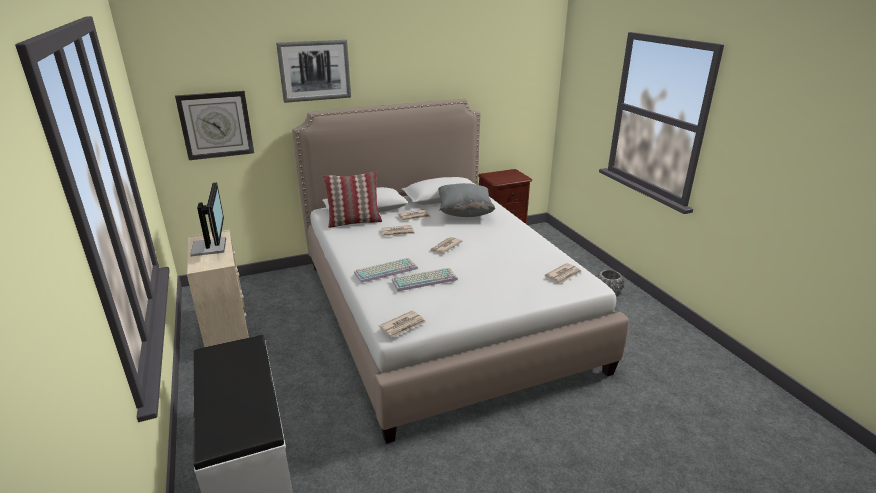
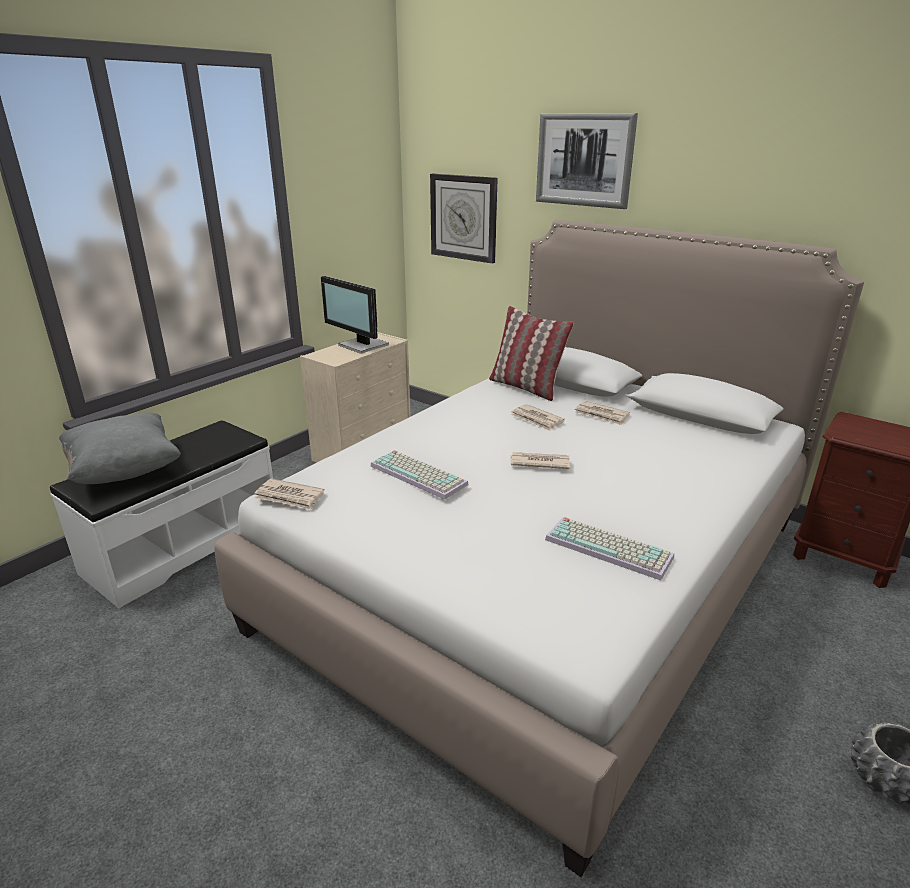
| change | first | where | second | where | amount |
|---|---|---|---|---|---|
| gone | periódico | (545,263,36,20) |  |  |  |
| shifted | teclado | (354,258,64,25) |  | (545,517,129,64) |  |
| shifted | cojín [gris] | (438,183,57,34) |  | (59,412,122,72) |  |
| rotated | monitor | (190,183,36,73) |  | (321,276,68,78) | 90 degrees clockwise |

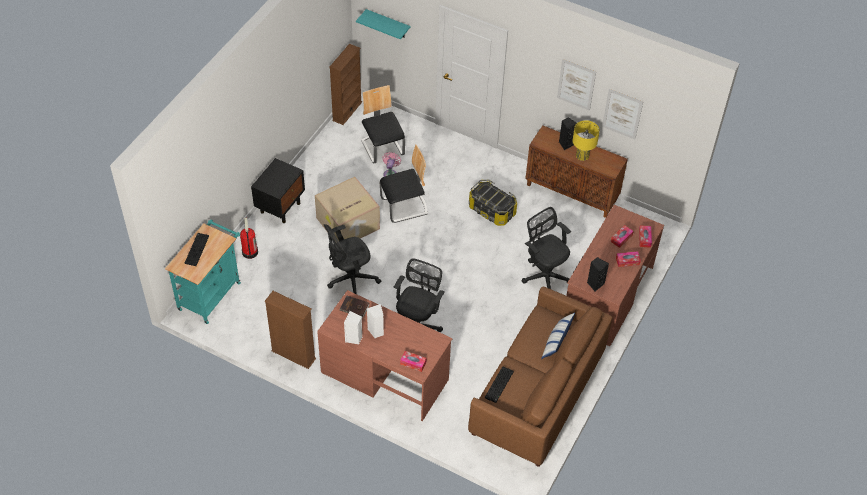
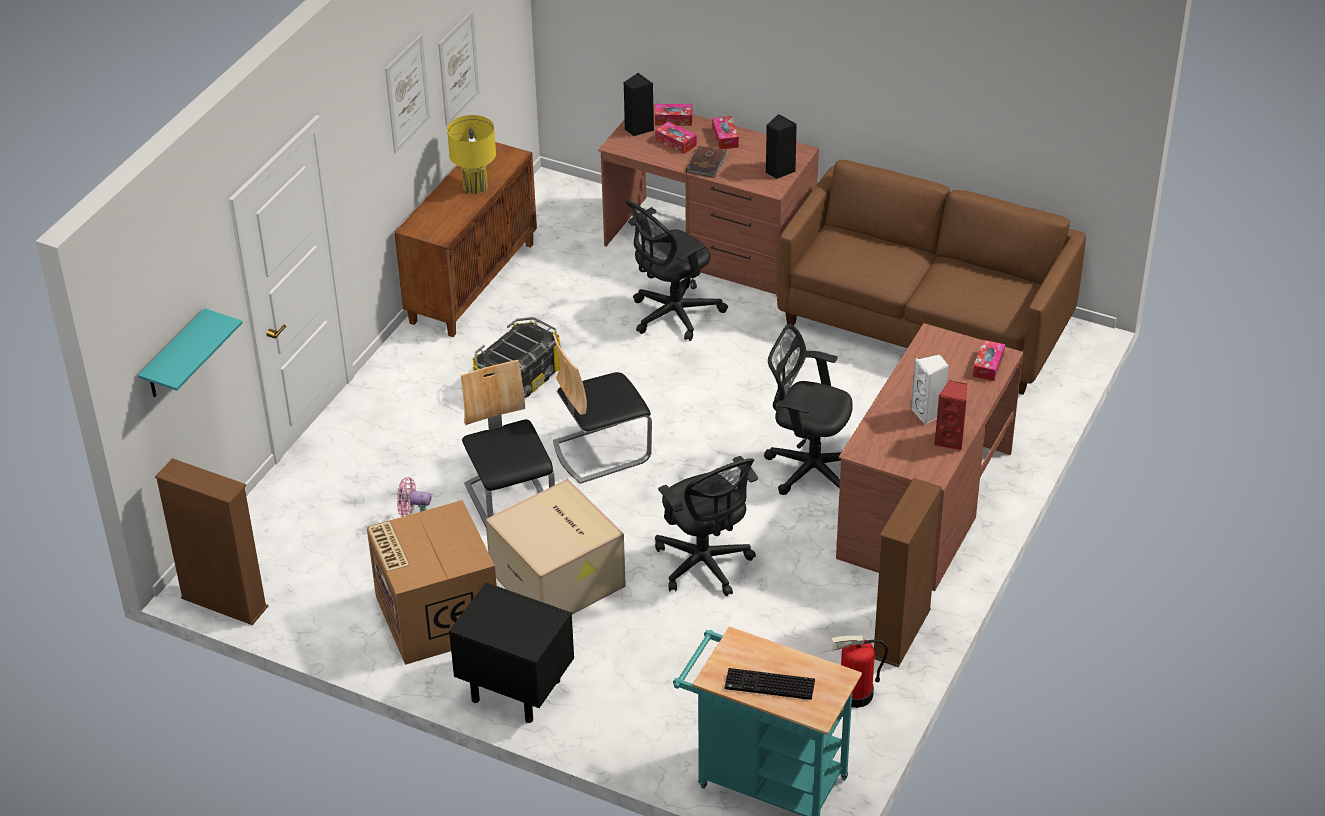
| change | first | where | second | where | amount |
|---|---|---|---|---|---|
| gone | teclado | (485,366,29,37) |  |  |  |
| gone | cojín | (541,313,34,46) |  |  |  |
| new |  |  | caja de cartón | (367,500,130,165) |  |
| shifted | extintor | (240,218,18,41) |  | (827,636,61,72) |  |
| shifted | libro [marrón] | (340,296,29,22) |  | (686,146,43,32) |  |
| shifted | silla | (361,85,44,79) |  | (553,334,99,150) |  |
| shifted | altavoz [negro] | (559,117,18,33) |  | (623,73,31,63) |  |
| repainted | altavoz [blanco] | (344,311,18,33) | altavoz [rojo] | (934,380,33,71) |  |

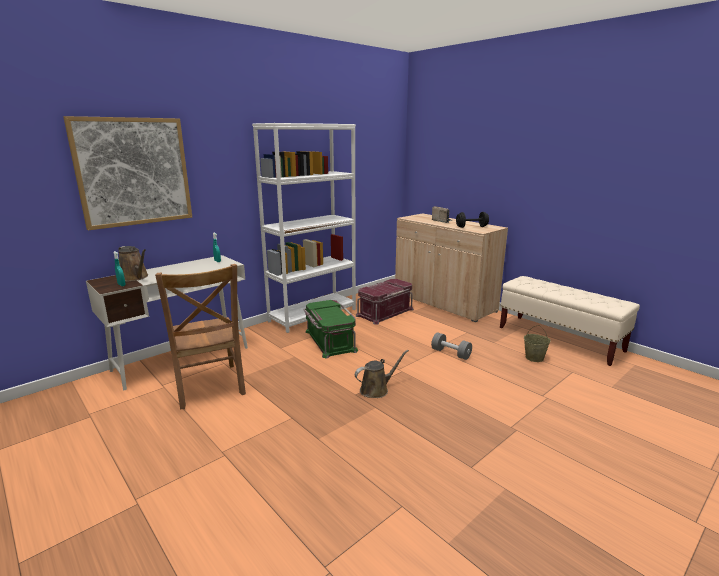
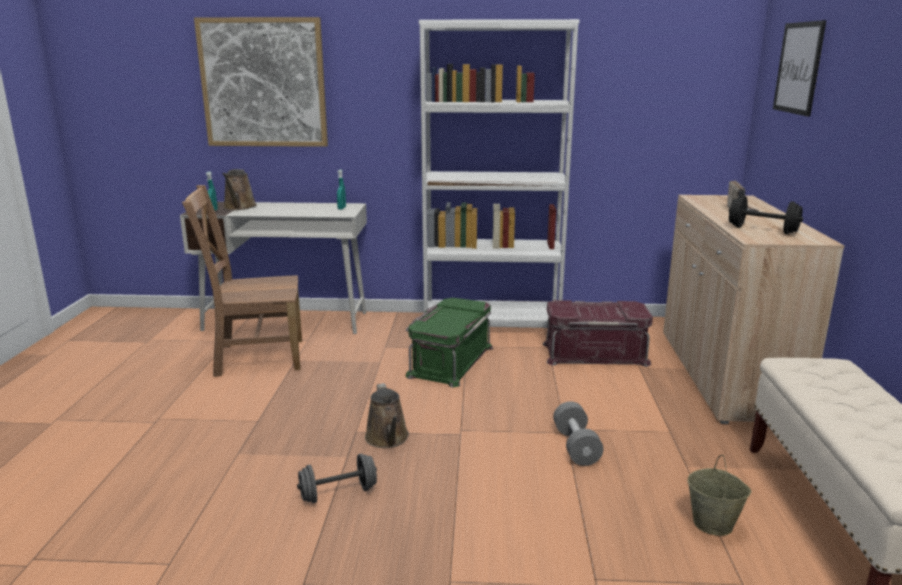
| change | first | where | second | where | amount |
|---|---|---|---|---|---|
| new |  |  | mancuerna [gris] | (297,453,80,50) |  |
| new |  |  | cuadro | (773,20,53,97) |  |
| rotated | silla [marrón] | (155,264,91,145) |  | (182,185,120,192) | 60 degrees clockwise |
| rotated | regadera [marrón] | (355,350,54,48) |  | (365,383,44,65) | 60 degrees clockwise |

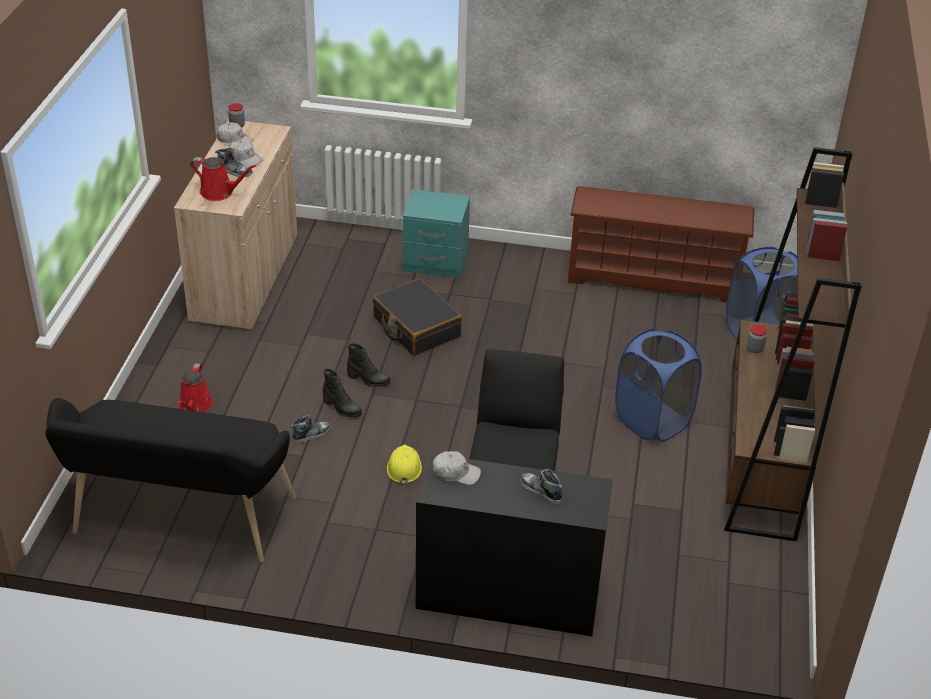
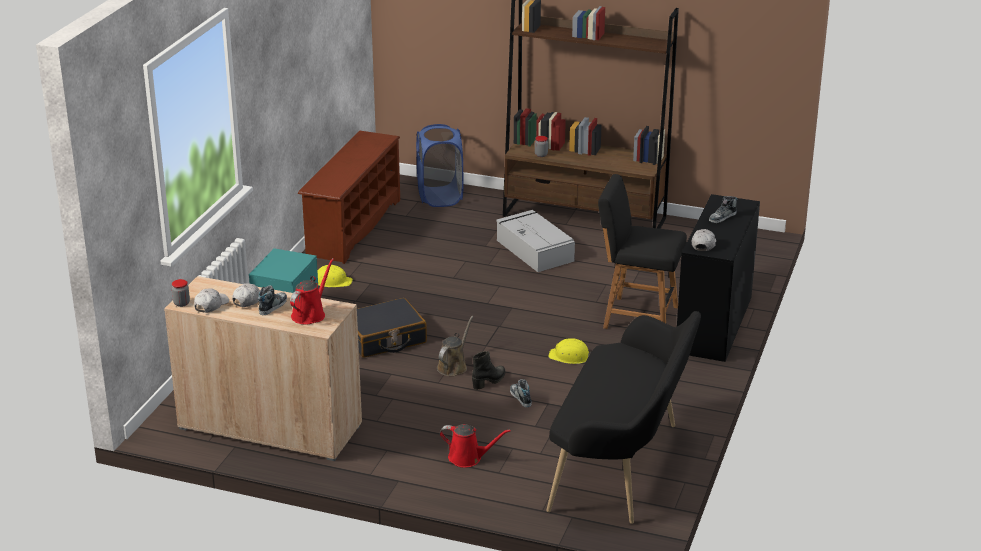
| change | first | where | second | where | amount |
|---|---|---|---|---|---|
| new |  |  | casco [amarillo] | (317,265,36,22) |  |
| swapped | bota [negro] | (347,343,44,44) | regadera [marrón] | (437,316,36,60) |  |
| swapped | cesto de la ropa [azul] | (615,329,87,113) | caja de almacenaje [gris] | (496,210,79,62) |  |

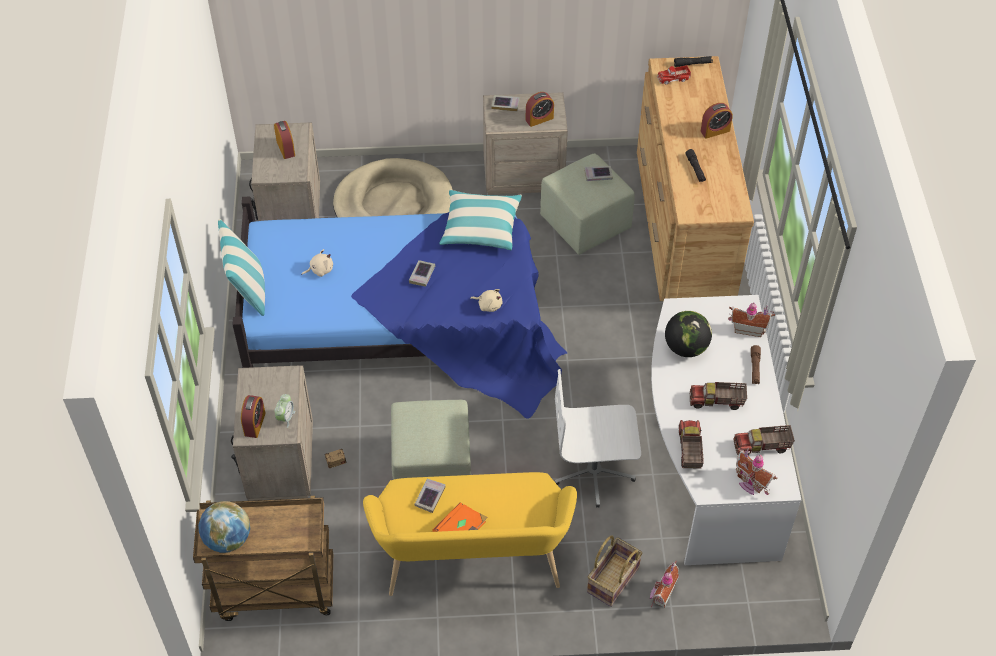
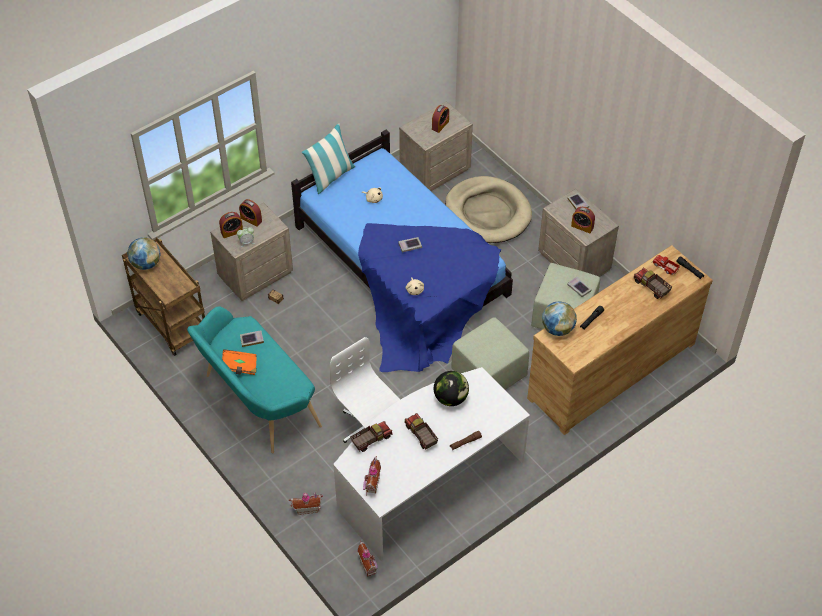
| change | first | where | second | where | amount |
|---|---|---|---|---|---|
| gone | cojín | (439,190,83,60) |  |  |  |
| gone | cesta | (587,535,55,72) |  |  |  |
| new |  |  | globo terráqueo | (542,301,35,35) |  |
| shifted | puf [verde] | (391,400,80,80) |  | (451,317,78,73) |  |
| shifted | despertador | (701,103,32,36) |  | (239,199,23,28) |  |
| shifted | casita | (728,303,47,34) |  | (357,540,20,37) |  |
| shifted | camión de juguete | (734,425,61,30) |  | (633,268,39,31) |  |
| repainted | banco [amarillo] | (363,472,214,124) | banco [turquesa] | (187,306,135,147) |  |

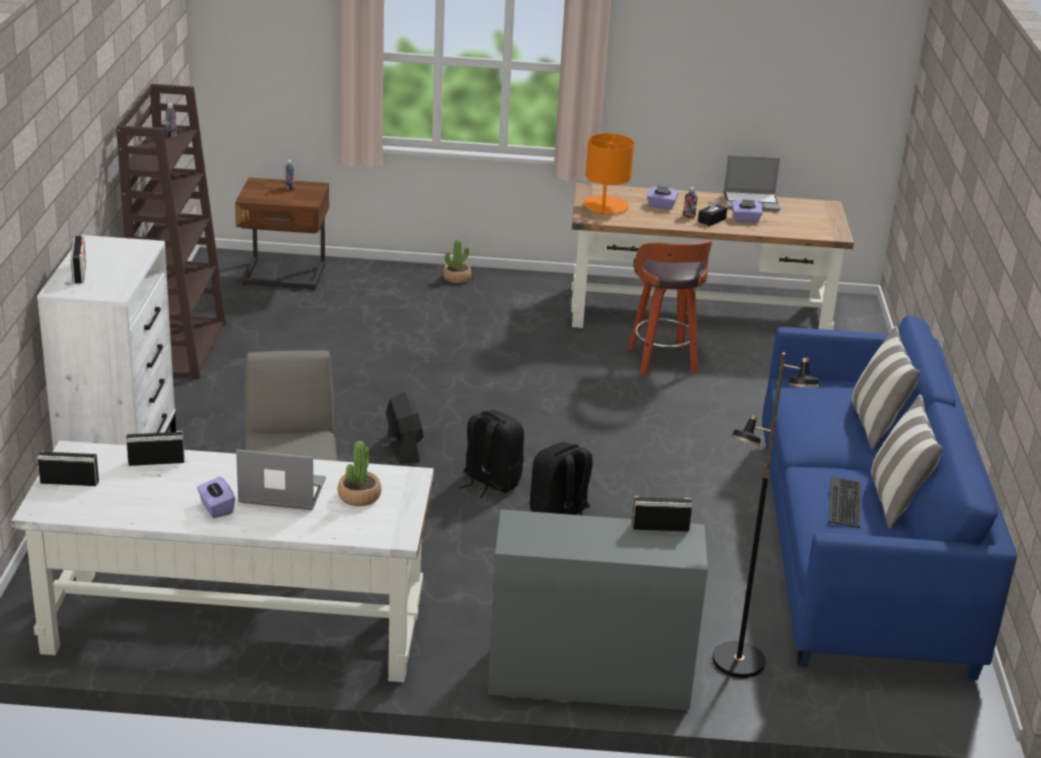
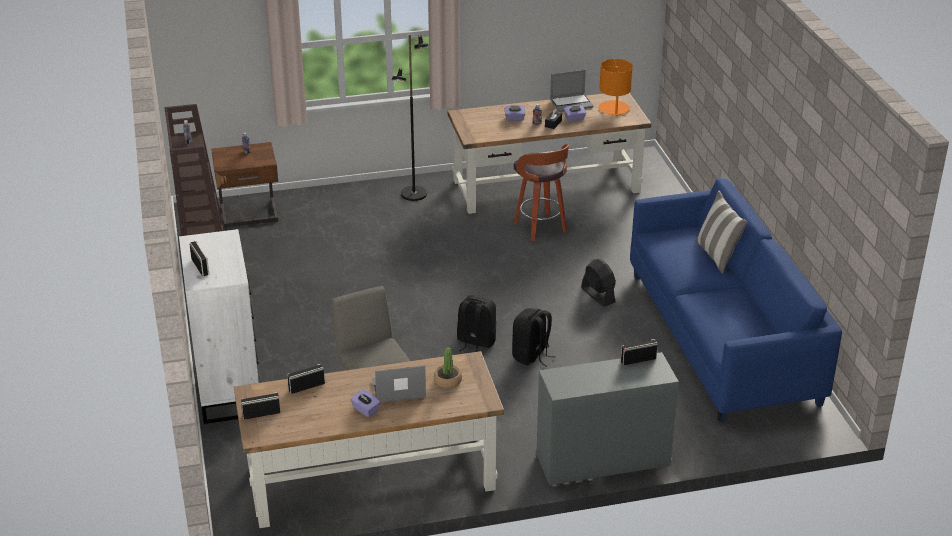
| change | first | where | second | where | amount |
|---|---|---|---|---|---|
| gone | planta en maceta | (443,239,29,44) |  |  |  |
| gone | teclado | (828,476,33,52) |  |  |  |
| gone | cojín | (871,395,72,134) |  |  |  |
| shifted | ventilador [negro] | (386,391,38,73) |  | (581,259,35,48) |  |
| shifted | lámpara de mesa [naranja] | (584,133,50,82) |  | (598,59,35,57) |  |
| shifted | lámpara de pie [negro] | (712,352,108,326) |  | (392,34,37,167) |  |
| repainted | escritorio [blanco] | (11,440,423,242) | escritorio [marrón] | (234,351,270,177) |  |

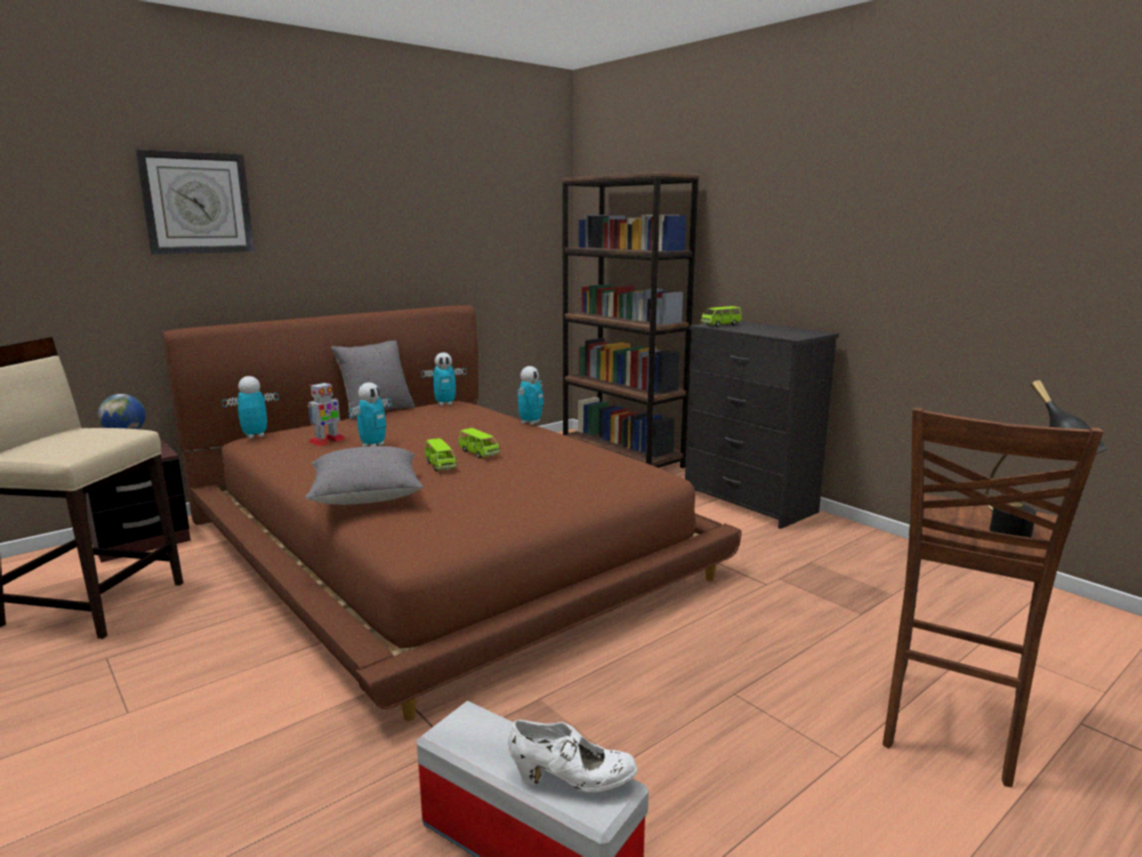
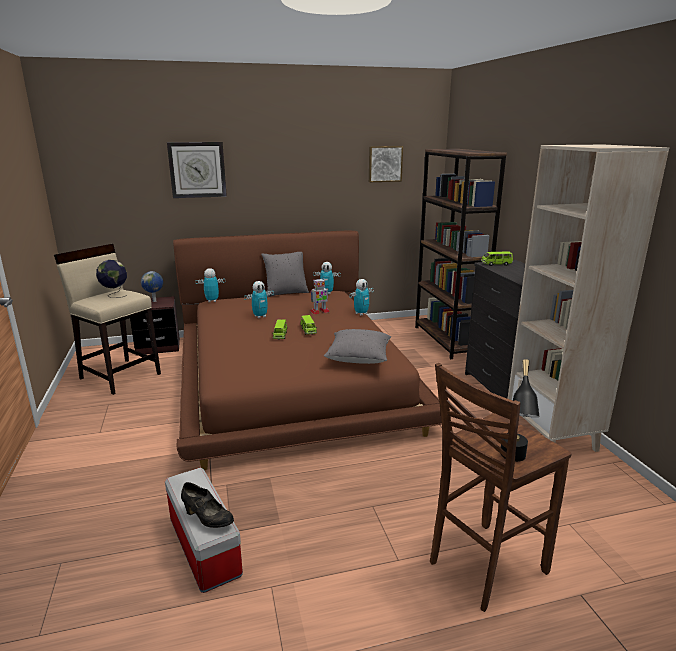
| change | first | where | second | where | amount |
|---|---|---|---|---|---|
| new |  |  | globo terráqueo | (96,260,31,38) |  |
| new |  |  | cuadro | (369,146,34,36) |  |
| new |  |  | estantería [beis] | (507,145,162,307) |  |
| shifted | cojín [gris] | (305,446,118,59) |  | (324,329,67,35) |  |
| shifted | robot de juguete | (308,381,37,65) |  | (310,278,20,36) |  |
| repainted | zapato [blanco] | (508,720,129,72) | zapato [negro] | (181,482,53,46) |  |

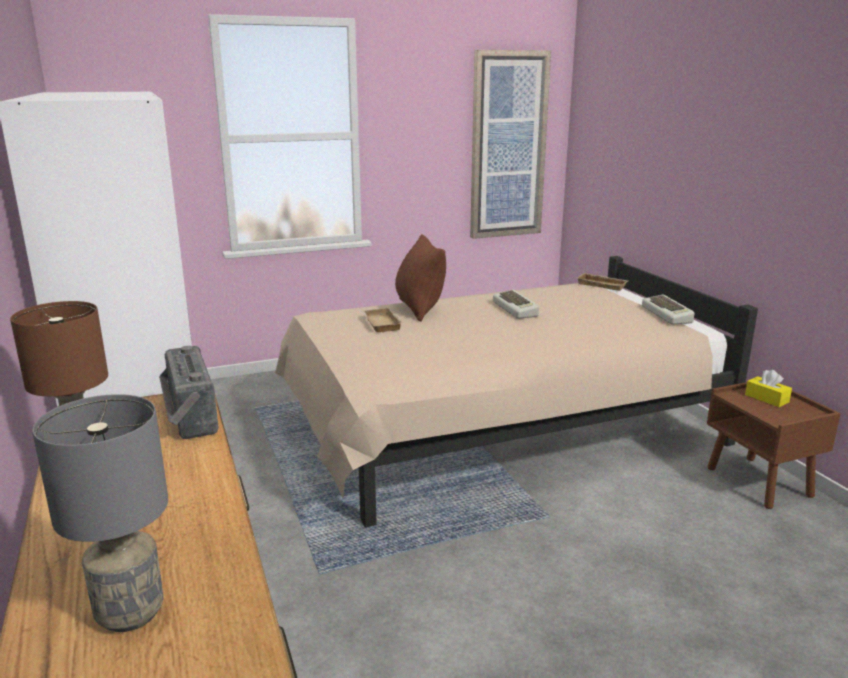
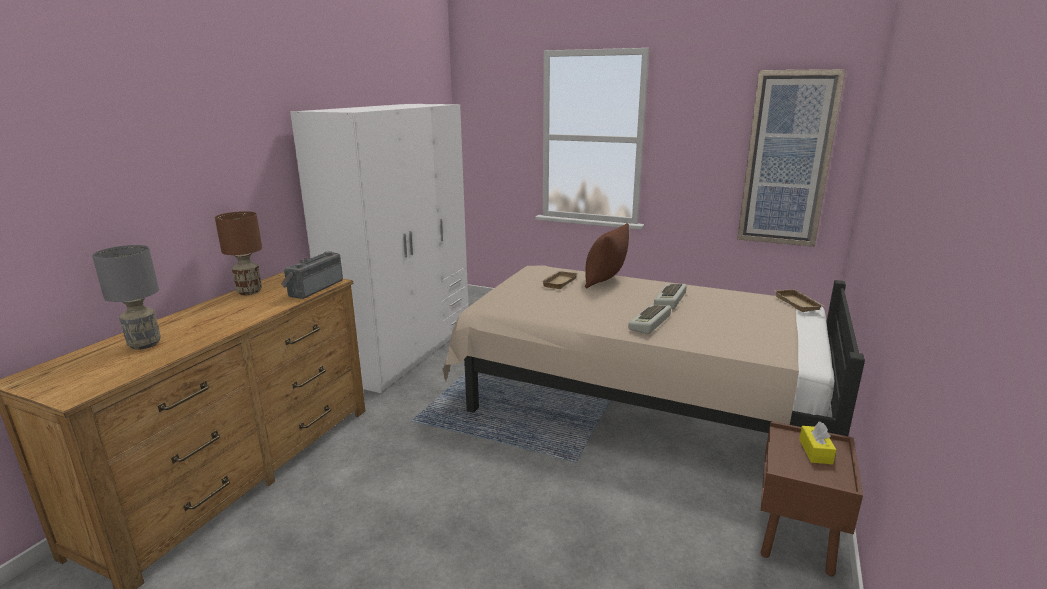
| change | first | where | second | where | amount |
|---|---|---|---|---|---|
| shifted | teclado | (642,295,53,30) |  | (628,305,43,29) |  |

